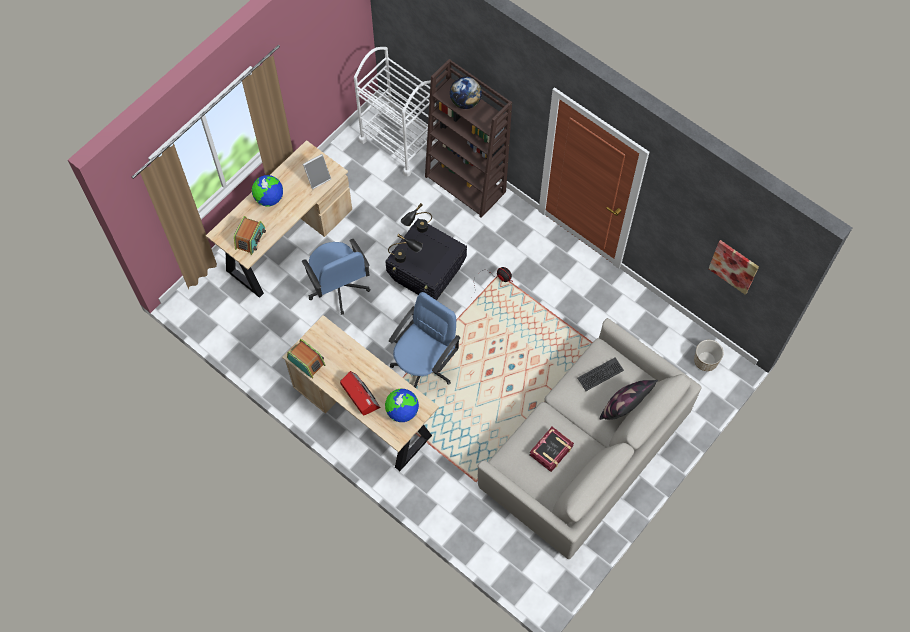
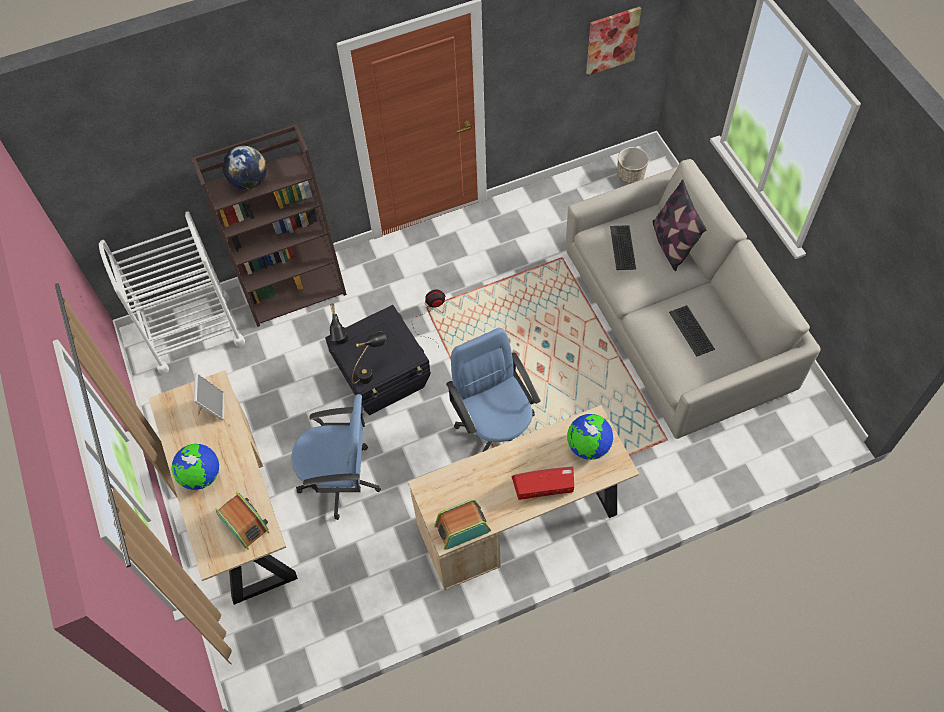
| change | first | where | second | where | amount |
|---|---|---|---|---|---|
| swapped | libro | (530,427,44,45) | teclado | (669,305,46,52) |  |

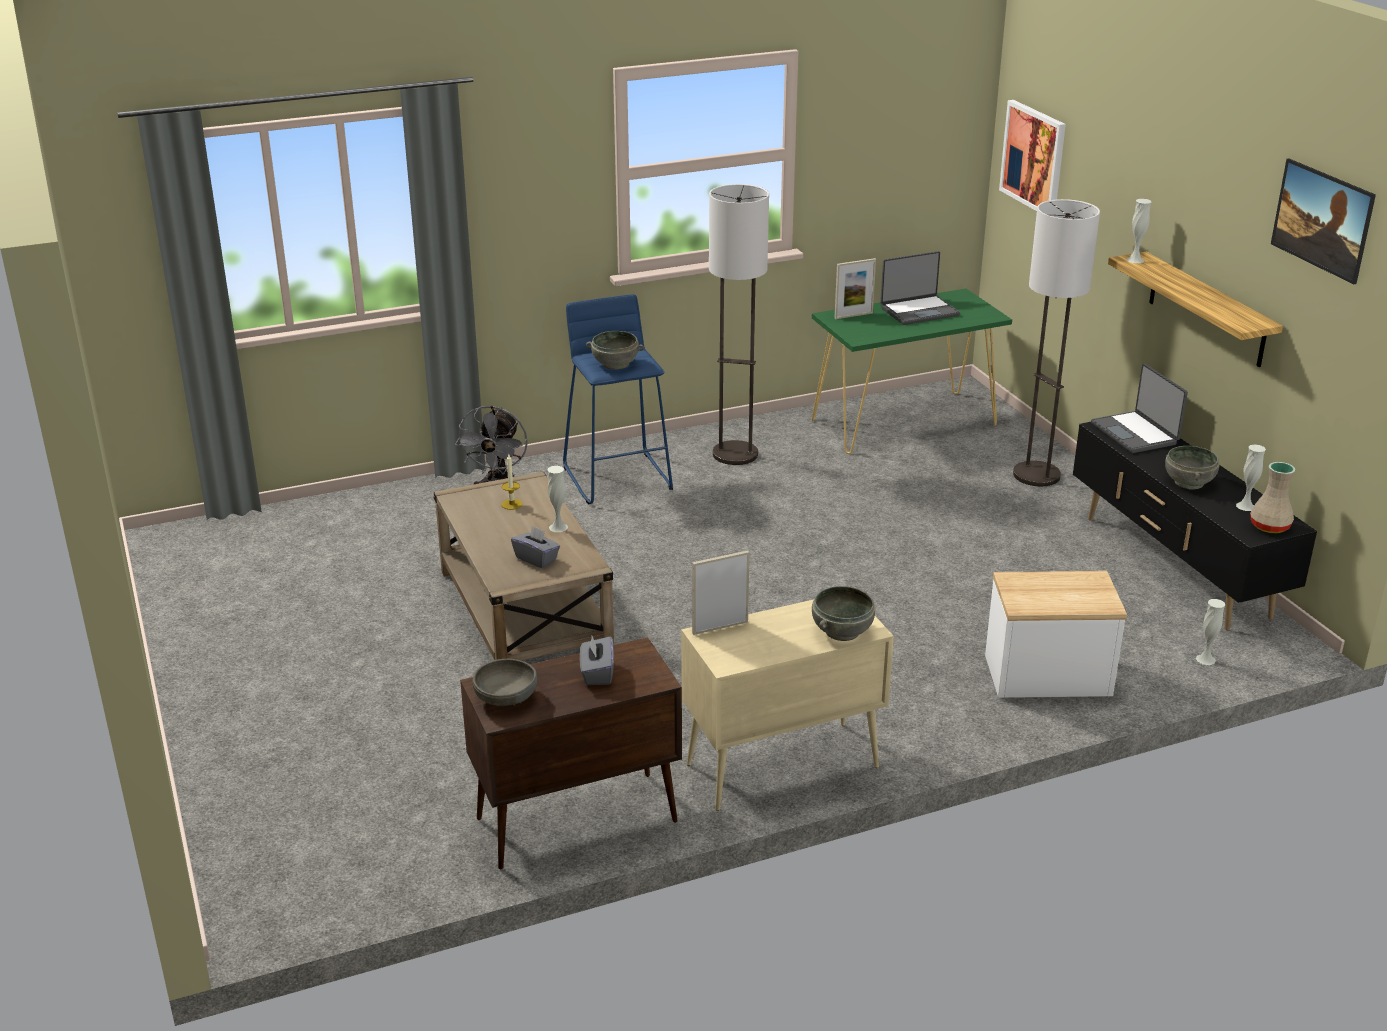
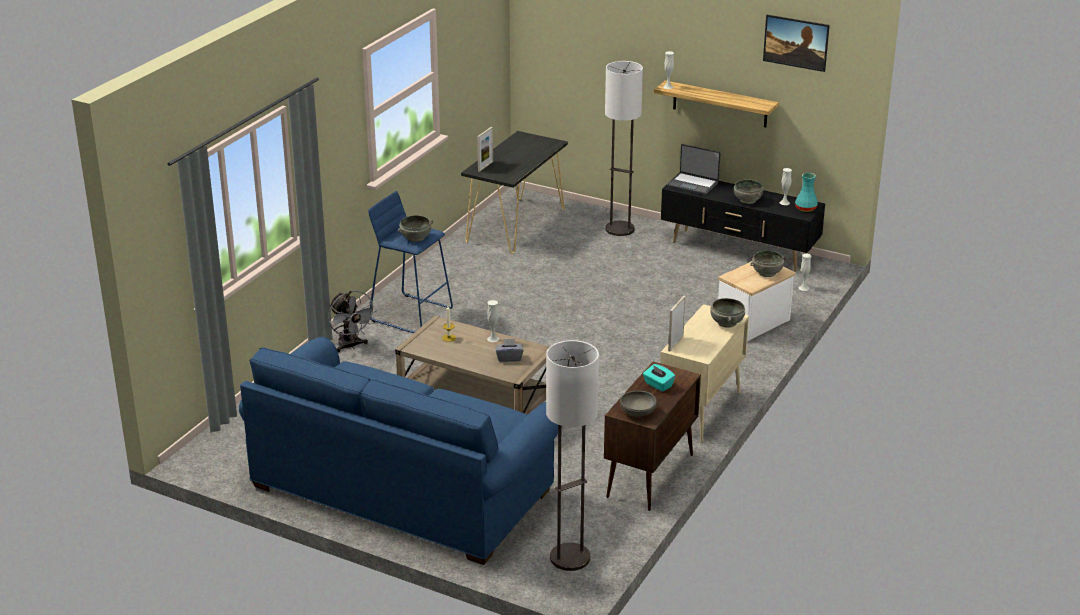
| change | first | where | second | where | amount |
|---|---|---|---|---|---|
| gone | portátil | (880,251,80,74) |  |  |  |
| gone | cuadro | (999,100,67,111) |  |  |  |
| new |  |  | sofá [azul] | (239,337,323,228) |  |
| new |  |  | cuenco [gris] | (750,251,36,26) |  |
| shifted | lámpara de pie | (709,184,60,281) |  | (546,340,53,231) |  |
| repainted | caja de pañuelos [gris] | (580,636,34,49) | caja de pañuelos [turquesa] | (643,364,32,28) |  |
| repainted | mesa consola [verde] | (812,288,200,166) | mesa consola [negro] | (461,131,107,123) |  |
| repainted | florero [beis] | (1250,462,45,71) | florero [turquesa] | (795,173,23,39) |  |

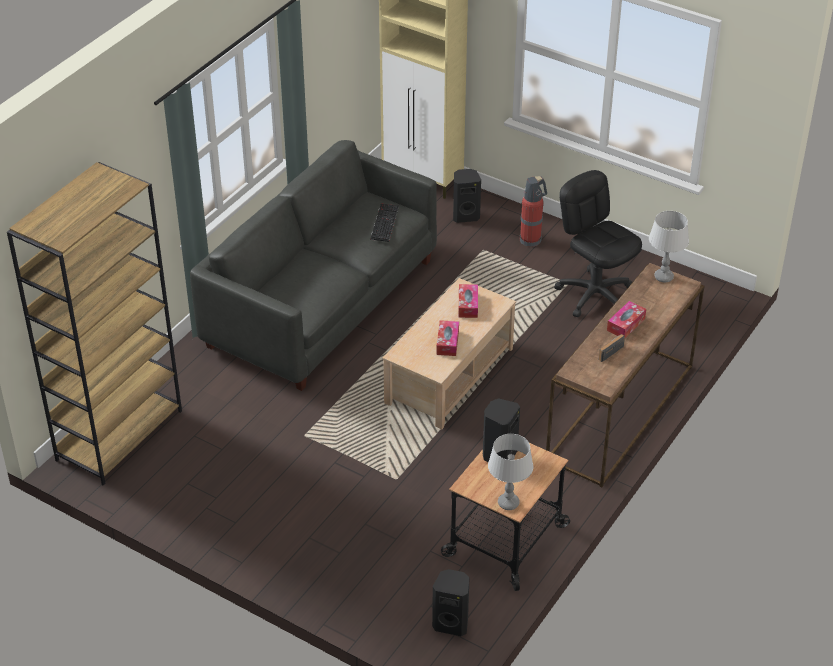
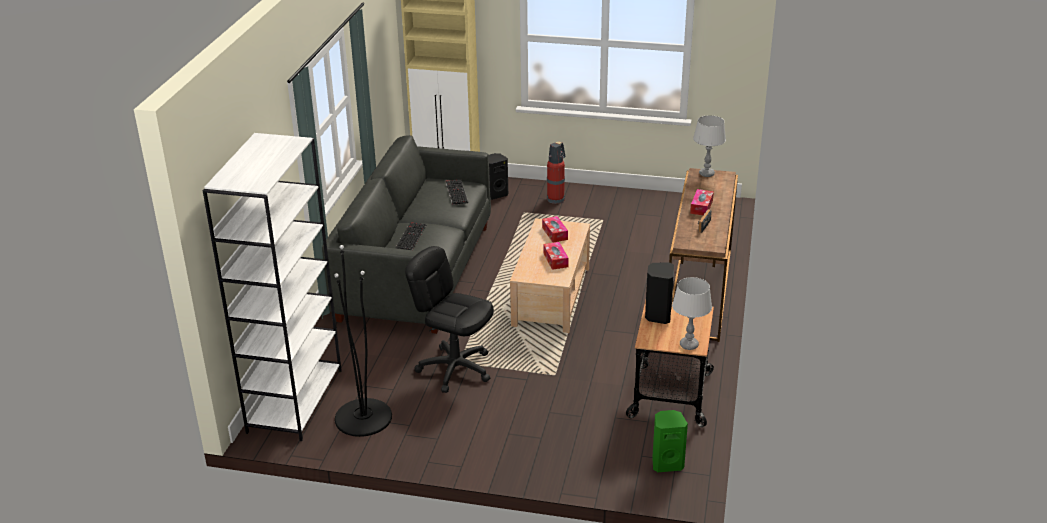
| change | first | where | second | where | amount |
|---|---|---|---|---|---|
| new |  |  | lámpara de pie [negro] | (334,245,58,192) |  |
| new |  |  | teclado | (395,222,31,28) |  |
| shifted | silla de oficina [negro] | (554,170,88,148) |  | (405,246,89,147) |  |
| repainted | estantería [marrón] | (7,162,175,324) | estantería [blanco] | (203,133,139,308) |  |
| repainted | altavoz [negro] | (432,569,38,67) | altavoz [verde] | (652,410,36,62) |  |

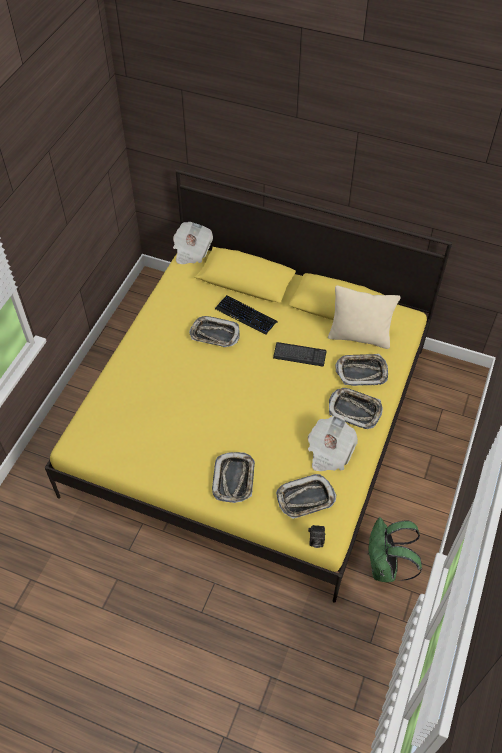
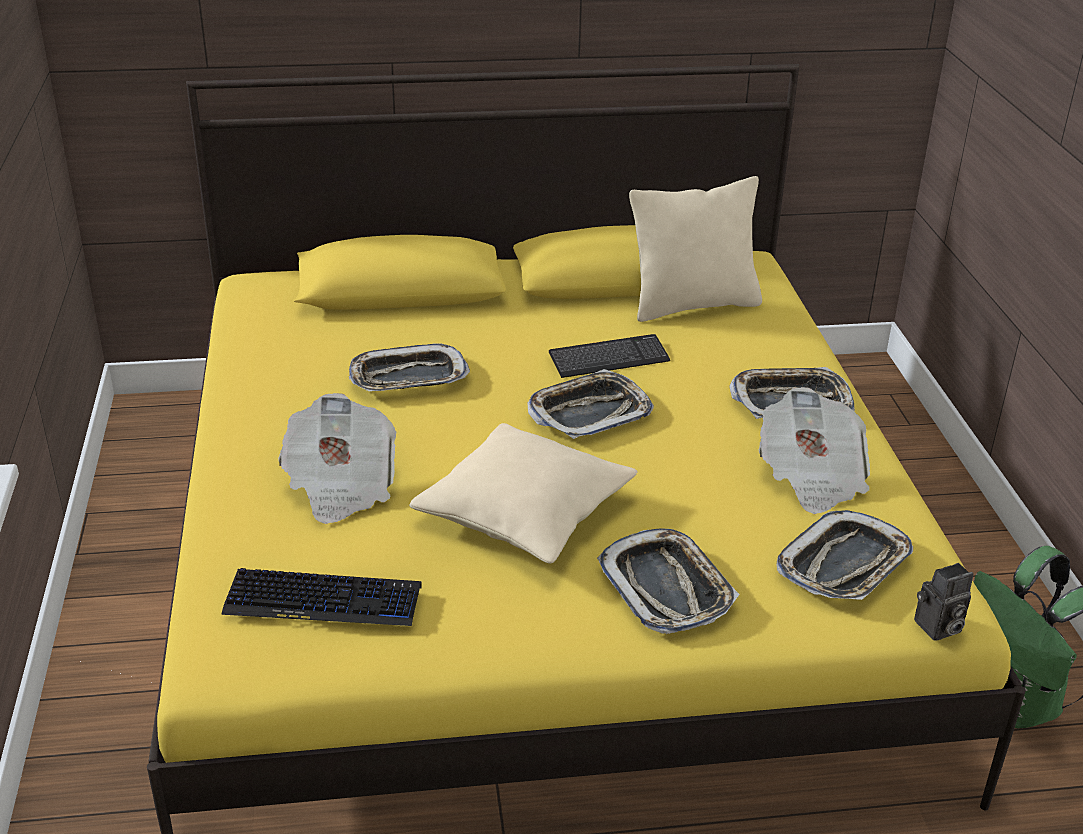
| change | first | where | second | where | amount |
|---|---|---|---|---|---|
| new |  |  | cojín [beis] | (409,423,228,141) |  |
| shifted | periódico | (173,222,40,42) |  | (278,393,118,131) |  |
| shifted | teclado | (215,295,62,40) |  | (221,568,201,58) |  |
| shifted | bandeja | (335,354,53,32) |  | (527,369,127,70) |  |

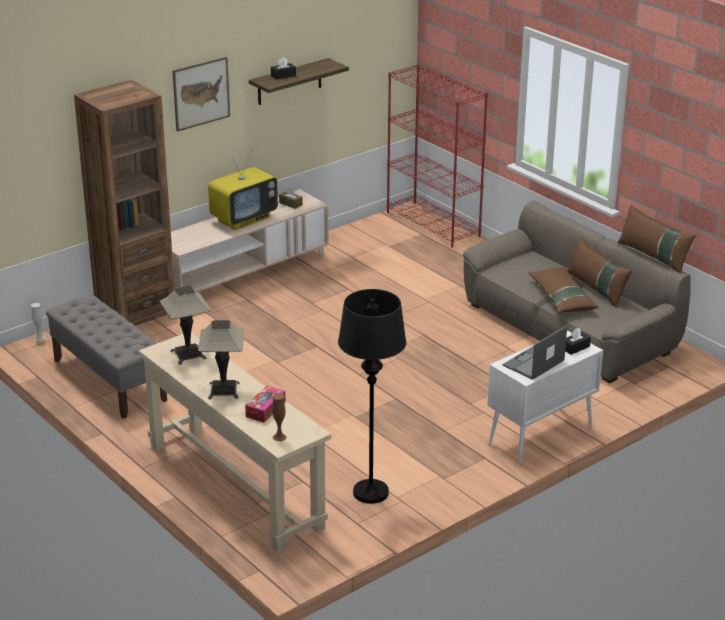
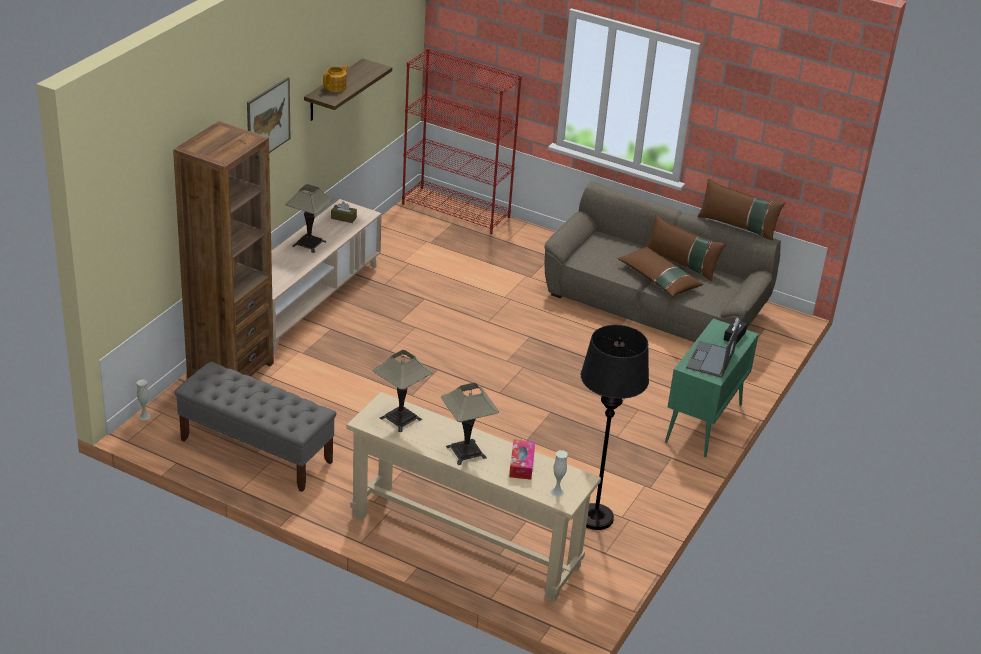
| change | first | where | second | where | amount |
|---|---|---|---|---|---|
| swapped | televisor | (208,150,70,80) | lámpara de mesa | (285,184,48,69) |  |
| swapped | caja de pañuelos [negro] | (271,57,25,23) | tetera | (323,65,26,27) |  |
| repainted | florero [marrón] | (272,393,15,49) | florero [blanco] | (550,450,18,47) |  |
| repainted | armario [blanco] | (487,330,116,134) | armario [verde] | (665,318,94,139) |  |

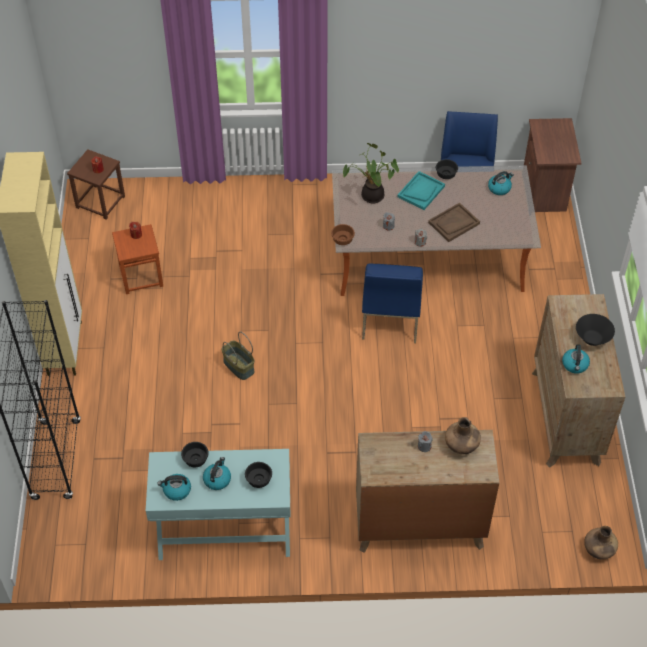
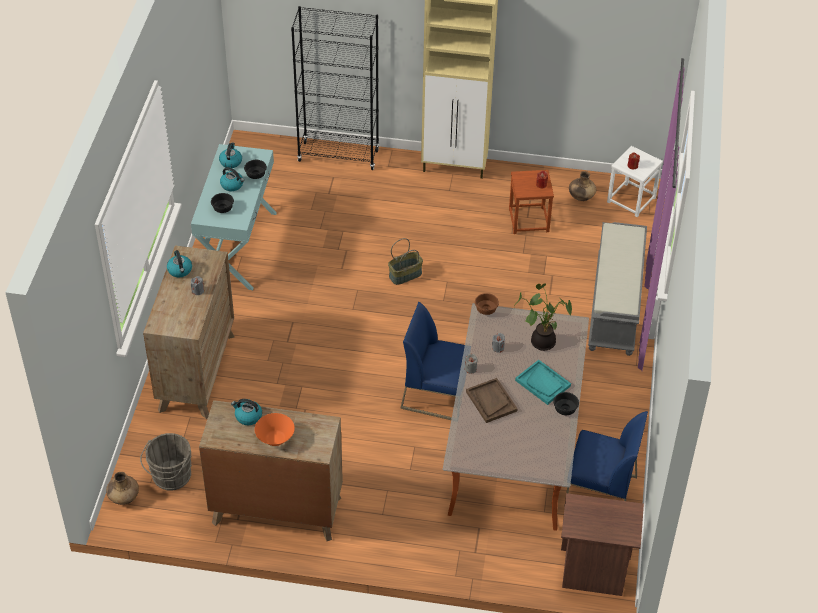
| change | first | where | second | where | amount |
|---|---|---|---|---|---|
| new |  |  | cubo [gris] | (140,433,52,58) |  |
| new |  |  | banco [gris] | (588,222,59,134) |  |
| shifted | florero [marrón] | (445,417,36,37) |  | (569,171,27,30) |  |
| shifted | hervidor | (488,171,26,24) |  | (167,250,25,27) |  |
| repainted | taburete [marrón] | (67,149,58,71) | taburete [blanco] | (607,146,56,71) |  |
| repainted | cuenco [negro] | (576,314,39,32) | cuenco [naranja] | (255,413,40,33) |  |

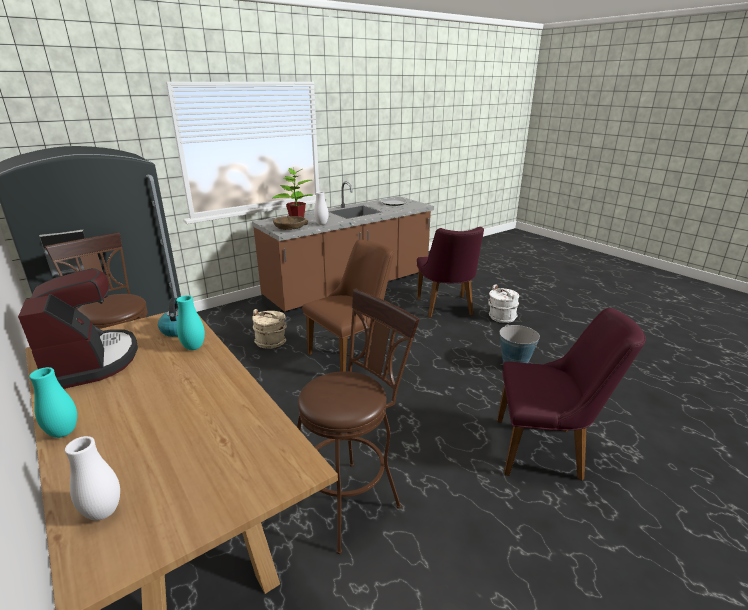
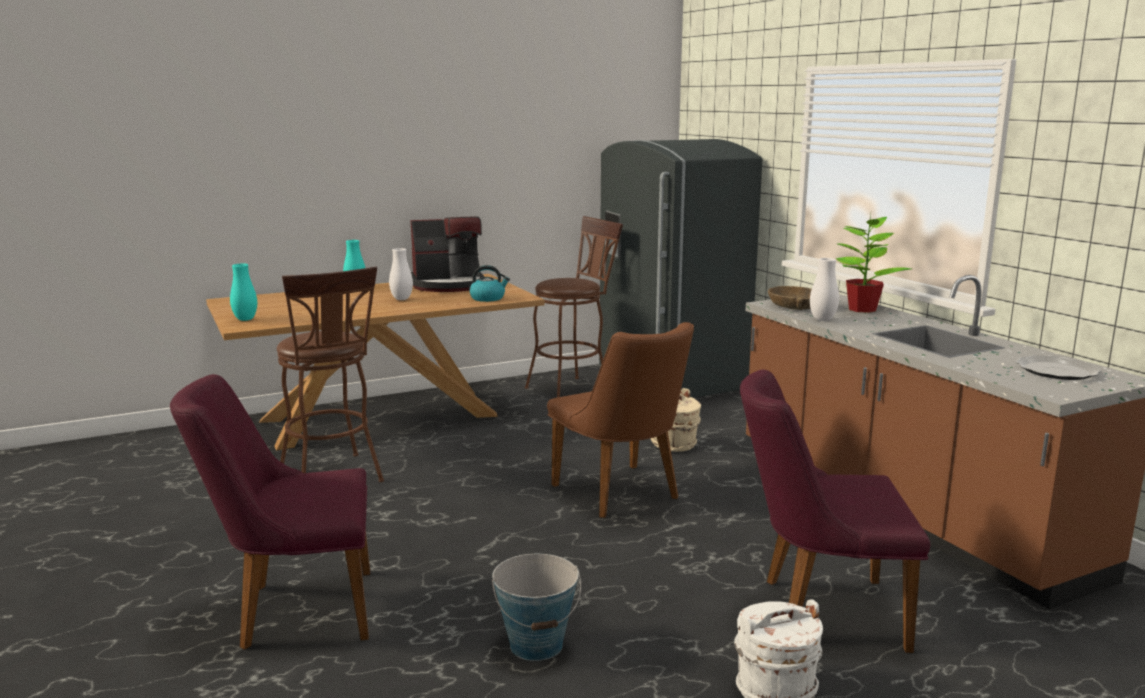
| change | first | where | second | where | amount |
|---|---|---|---|---|---|
| shifted | florero [blanco] | (65,436,55,85) |  | (389,248,24,52) |  |
| shifted | florero [turquesa] | (176,295,29,55) |  | (230,264,27,57) |  |
| rotated | silla [morado] | (497,308,149,173) |  | (170,374,200,276) | 60 degrees clockwise |

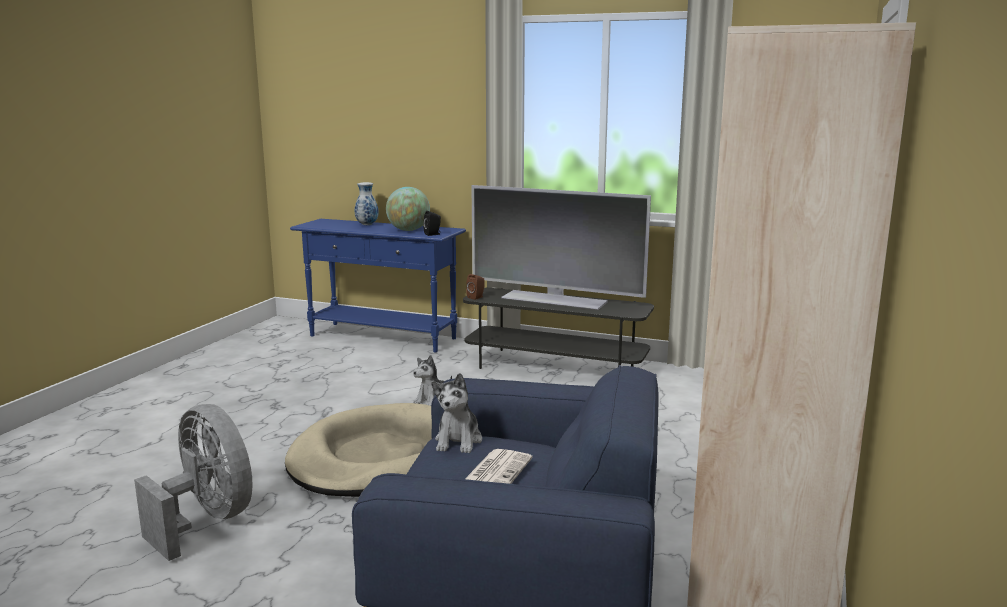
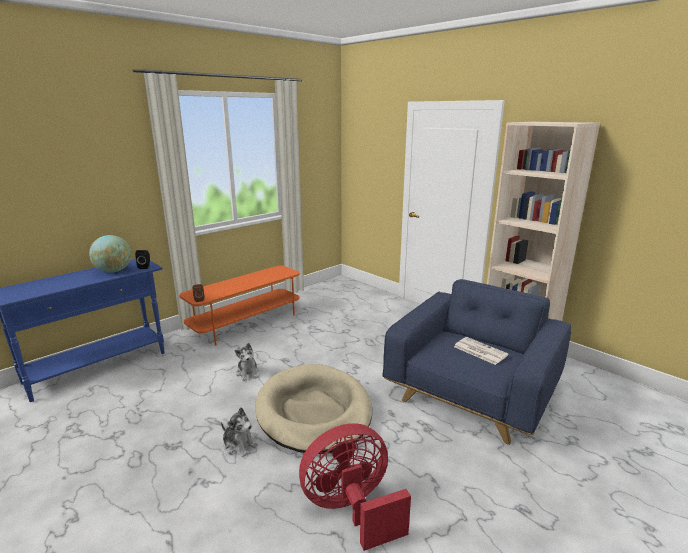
| change | first | where | second | where | amount |
|---|---|---|---|---|---|
| gone | florero | (355,182,24,43) |  |  |  |
| gone | televisor | (471,185,180,125) |  |  |  |
| shifted | peluche | (431,373,51,80) |  | (221,408,37,49) |  |
| repainted | ventilador [gris] | (134,404,119,157) | ventilador [rojo] | (299,423,112,128) |  |
| repainted | mueble de televisión [gris] | (463,288,191,81) | mueble de televisión [naranja] | (179,266,121,80) |  |

